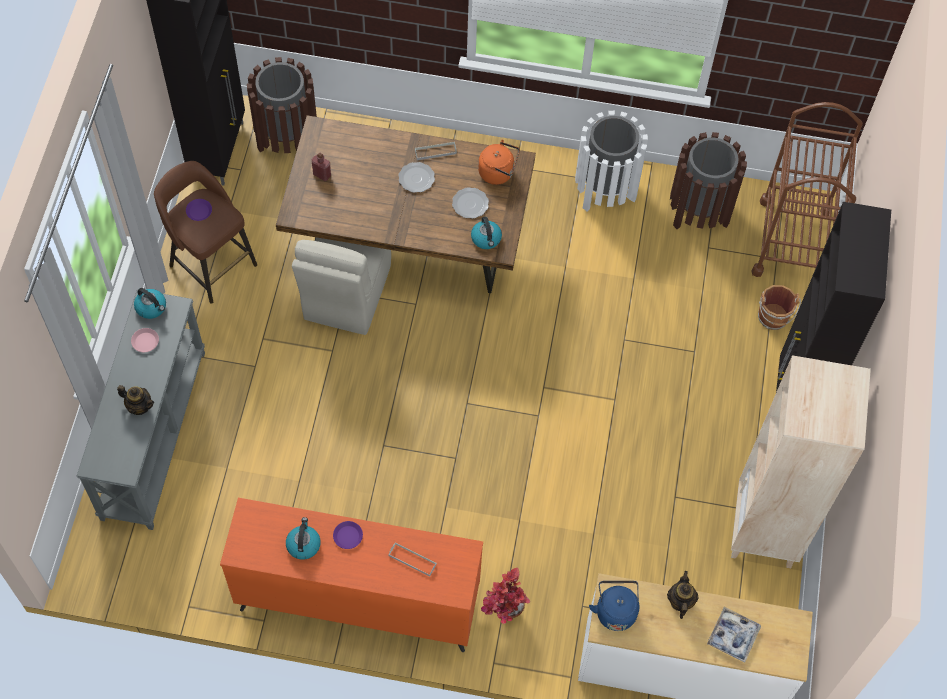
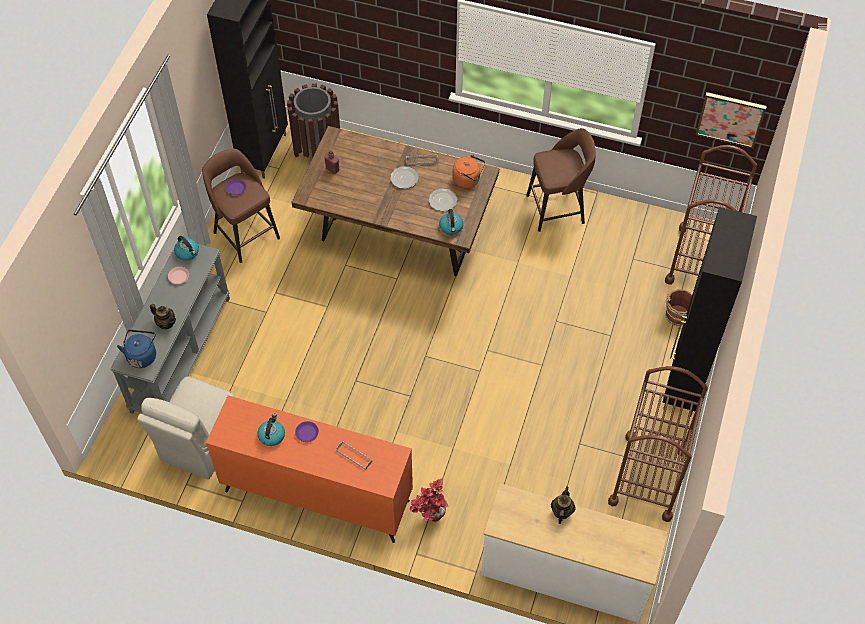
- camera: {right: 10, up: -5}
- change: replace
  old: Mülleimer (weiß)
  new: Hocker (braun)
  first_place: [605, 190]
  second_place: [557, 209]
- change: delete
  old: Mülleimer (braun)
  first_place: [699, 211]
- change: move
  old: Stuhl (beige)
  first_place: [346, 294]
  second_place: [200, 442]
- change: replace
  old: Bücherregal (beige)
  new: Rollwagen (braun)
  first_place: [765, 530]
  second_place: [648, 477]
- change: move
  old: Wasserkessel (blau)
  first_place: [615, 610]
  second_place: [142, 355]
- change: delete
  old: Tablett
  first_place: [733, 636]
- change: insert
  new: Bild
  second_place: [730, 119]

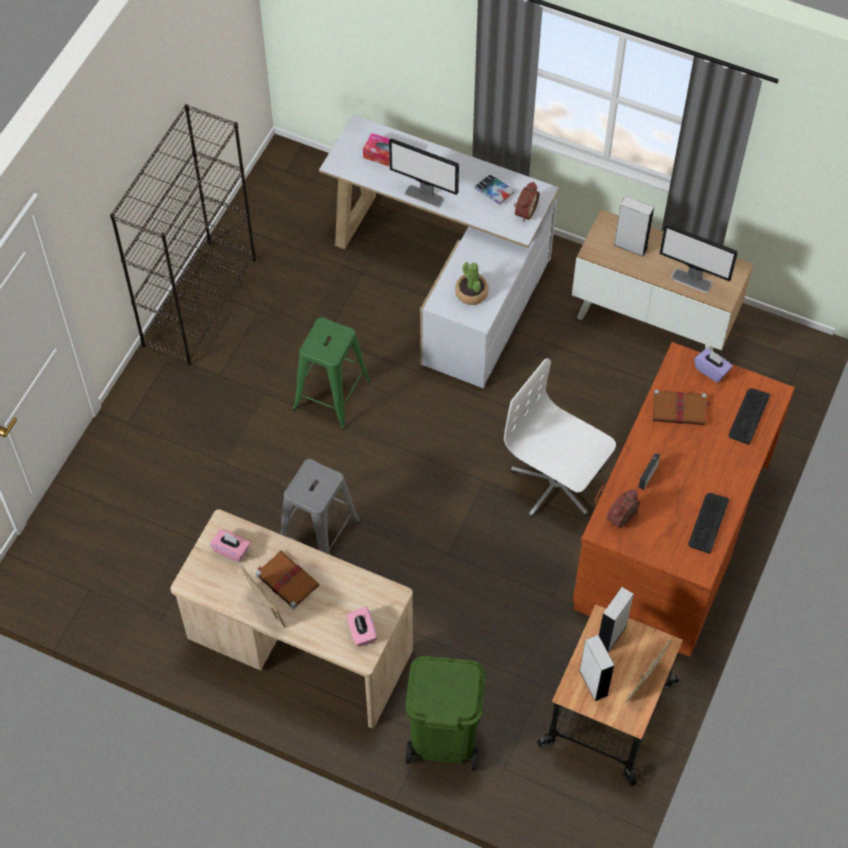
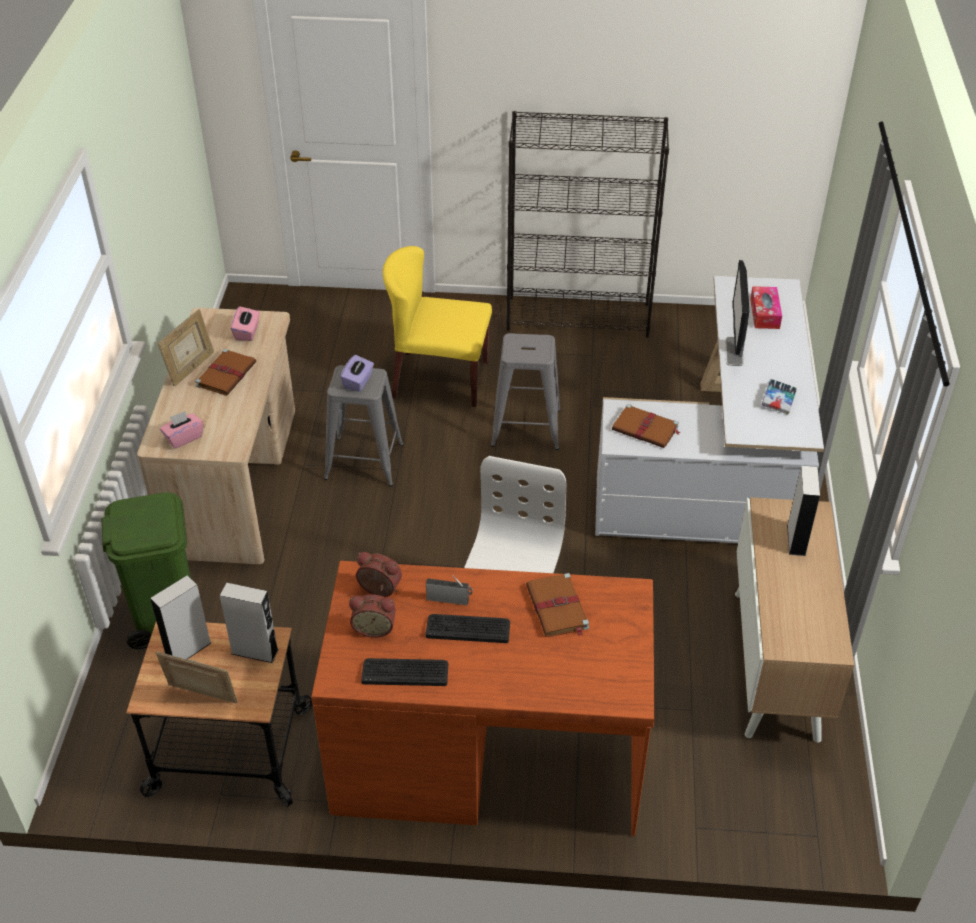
- camera: {right: 70, up: -15}
- change: move
  old: Wecker
  first_place: [524, 211]
  second_place: [374, 627]
- change: delete
  old: Monitor
  first_place: [692, 280]
- change: replace
  old: Topfpflanze
  new: Buch (braun)
  first_place: [471, 293]
  second_place: [646, 429]
- change: recolor
  old: Hocker (grün)
  new: Hocker (grau)
  first_place: [331, 394]
  second_place: [526, 428]
- change: move
  old: Taschentuchbox (lila)
  first_place: [711, 370]
  second_place: [358, 381]
- change: move
  old: Tastatur
  first_place: [748, 416]
  second_place: [468, 628]
- change: insert
  new: Stuhl (gelb)
  second_place: [439, 379]

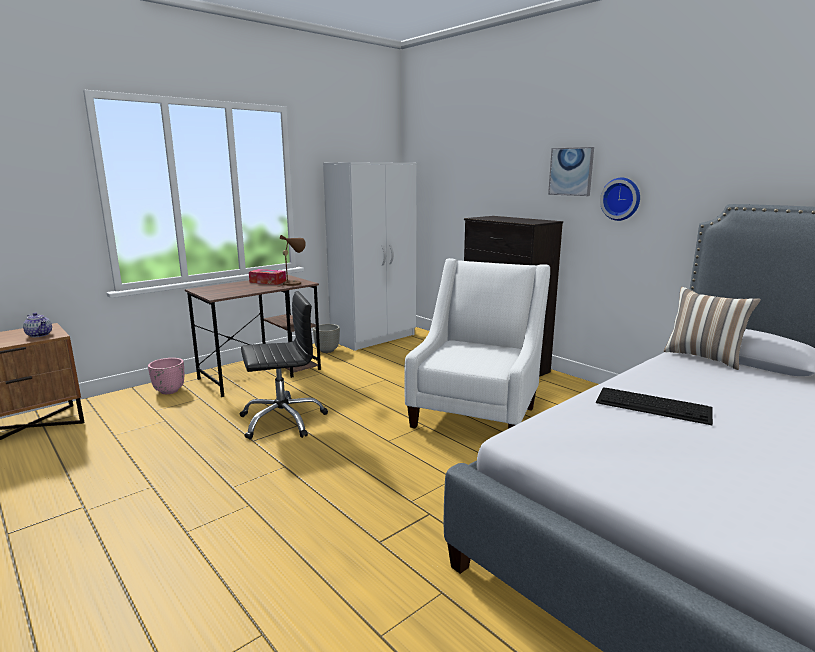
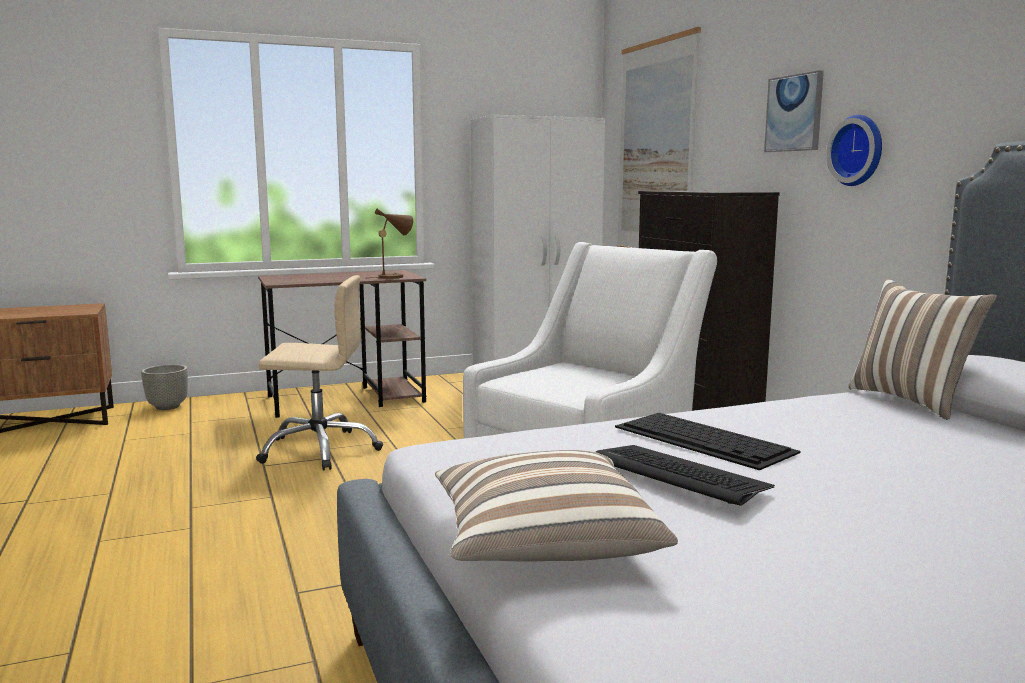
- camera: {right: 20, up: -5}
- change: delete
  old: Taschentuchbox
  first_place: [267, 282]
- change: recolor
  old: Bürostuhl (schwarz)
  new: Bürostuhl (beige)
  first_place: [282, 420]
  second_place: [320, 449]
- change: delete
  old: Teekanne
  first_place: [40, 335]
- change: move
  old: Pflanzkübel (grau)
  first_place: [327, 351]
  second_place: [167, 407]
- change: delete
  old: Pflanzkübel (rosa)
  first_place: [169, 391]
- change: insert
  new: Bild
  second_place: [655, 149]
- change: insert
  new: Tastatur
  second_place: [678, 475]
- change: insert
  new: Kissen
  second_place: [543, 544]

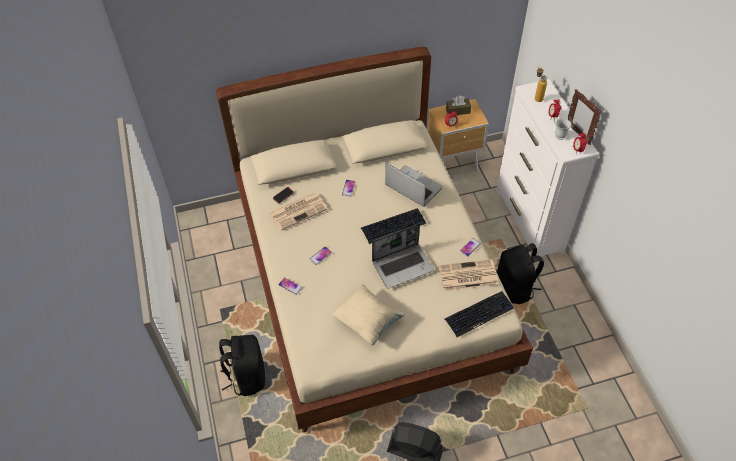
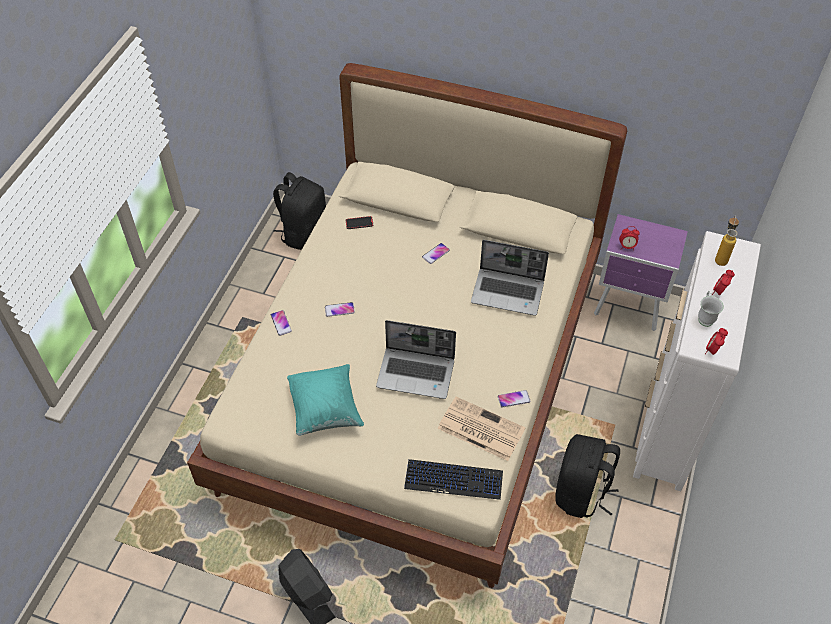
- camera: {right: 35, up: 0}
- change: delete
  old: Bilderrahmen
  first_place: [578, 134]
- change: delete
  old: Taschentuchbox (braun)
  first_place: [458, 110]
- change: recolor
  old: Nachttisch (braun)
  new: Nachttisch (lila)
  first_place: [454, 166]
  second_place: [630, 308]
- change: rotate
  old: Laptop
  first_place: [412, 187]
  second_place: [508, 292]
  degrees: 120
- change: delete
  old: Zeitung
  first_place: [298, 211]
- change: delete
  old: Tastatur
  first_place: [393, 226]
- change: recolor
  old: Kissen (beige)
  new: Kissen (türkis)
  first_place: [368, 322]
  second_place: [325, 410]
- change: move
  old: Rucksack (schwarz)
  first_place: [247, 376]
  second_place: [303, 233]

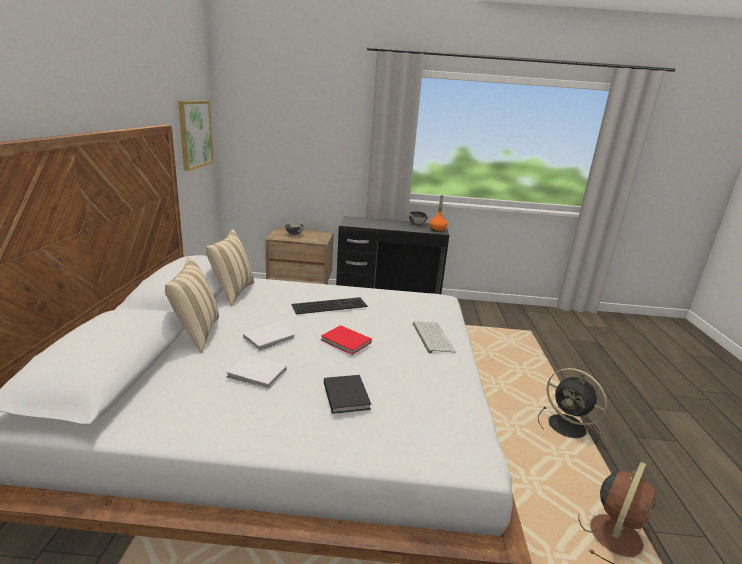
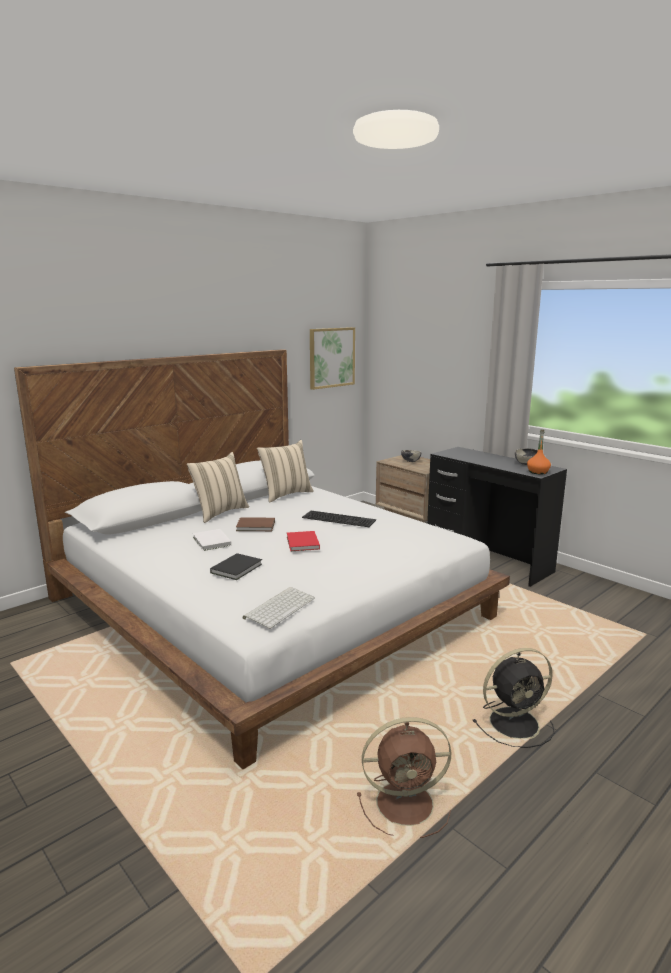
- camera: {right: 45, up: -5}
- change: move
  old: Tastatur
  first_place: [431, 337]
  second_place: [279, 607]
- change: recolor
  old: Buch (weiß)
  new: Buch (braun)
  first_place: [270, 338]
  second_place: [256, 526]
- change: rotate
  old: Ventilator (schwarz)
  first_place: [568, 427]
  second_place: [516, 723]
  degrees: -105

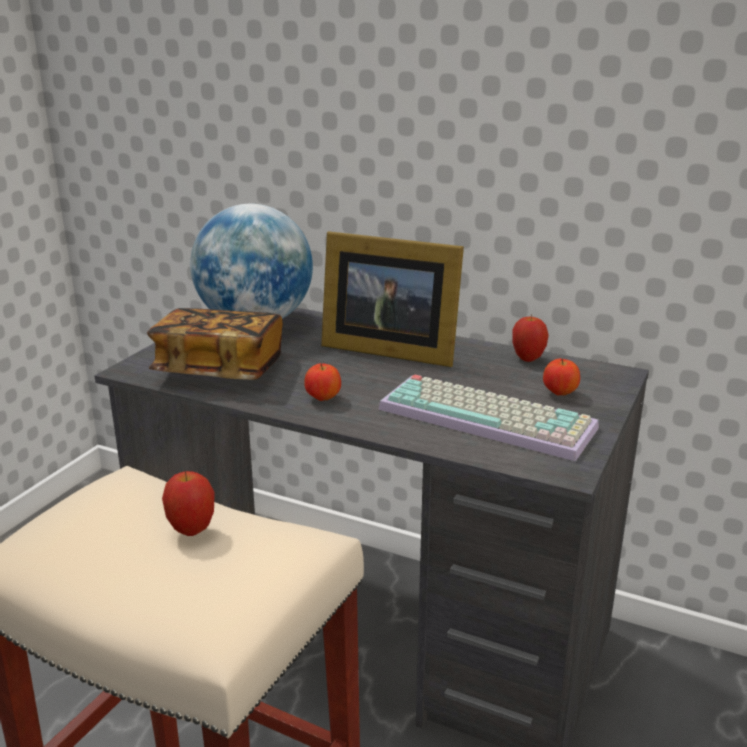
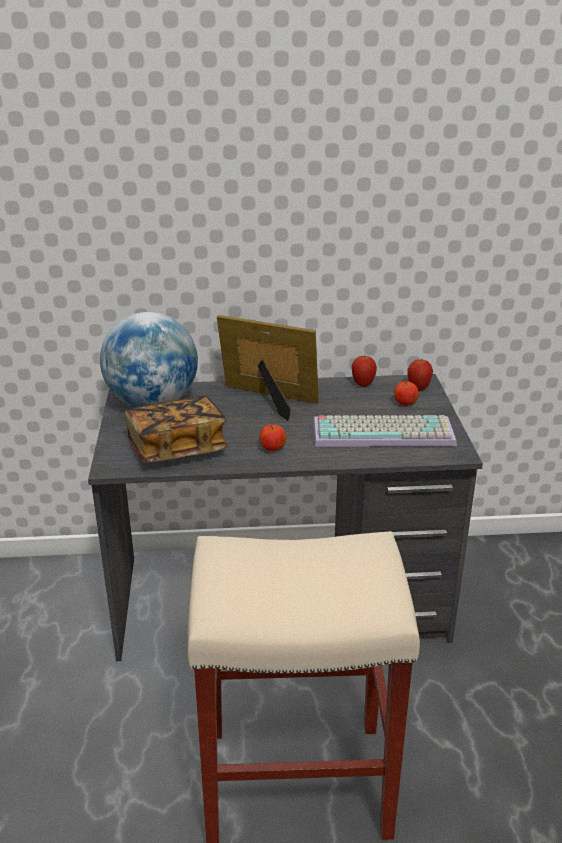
- camera: {right: -30, up: 5}
- change: rotate
  old: Bilderrahmen
  first_place: [387, 349]
  second_place: [269, 400]
  degrees: -150
- change: move
  old: Apfel
  first_place: [192, 530]
  second_place: [418, 388]

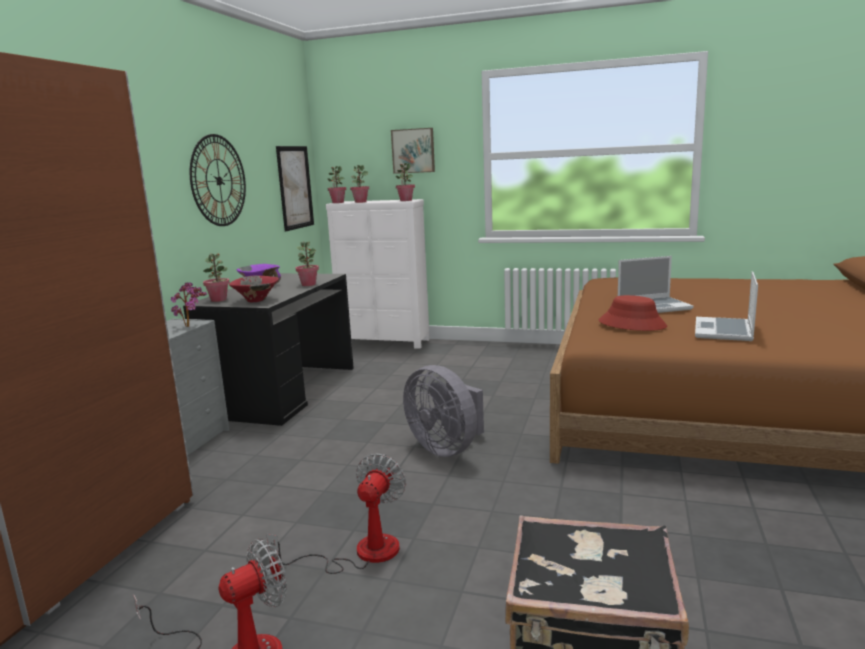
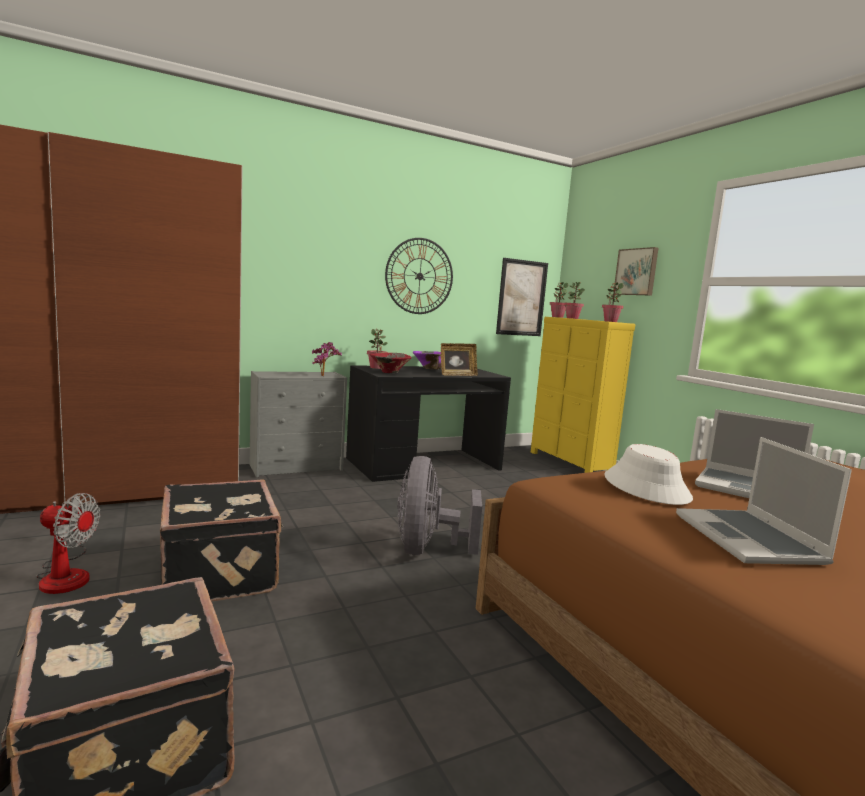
- camera: {right: 45, up: -5}
- change: recolor
  old: Kommode (weiß)
  new: Kommode (gelb)
  first_place: [384, 342]
  second_place: [569, 463]
- change: replace
  old: Topfpflanze
  new: Bilderrahmen
  first_place: [308, 284]
  second_place: [457, 375]
- change: rotate
  old: Laptop
  first_place: [724, 331]
  second_place: [750, 540]
  degrees: -75
- change: recolor
  old: Hut (rot)
  new: Hut (weiß)
  first_place: [632, 324]
  second_place: [646, 487]
- change: replace
  old: Ventilator
  new: Koffer (schwarz)
  first_place: [361, 553]
  second_place: [221, 572]

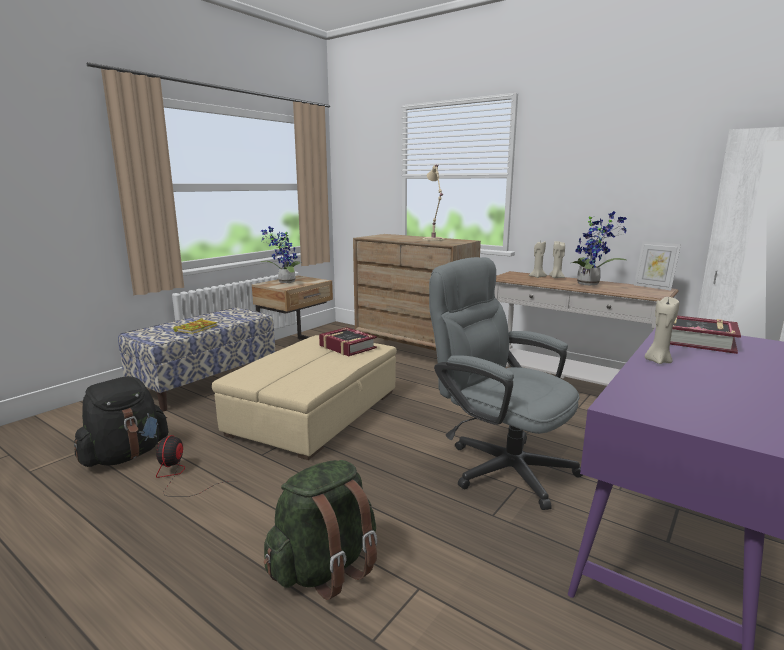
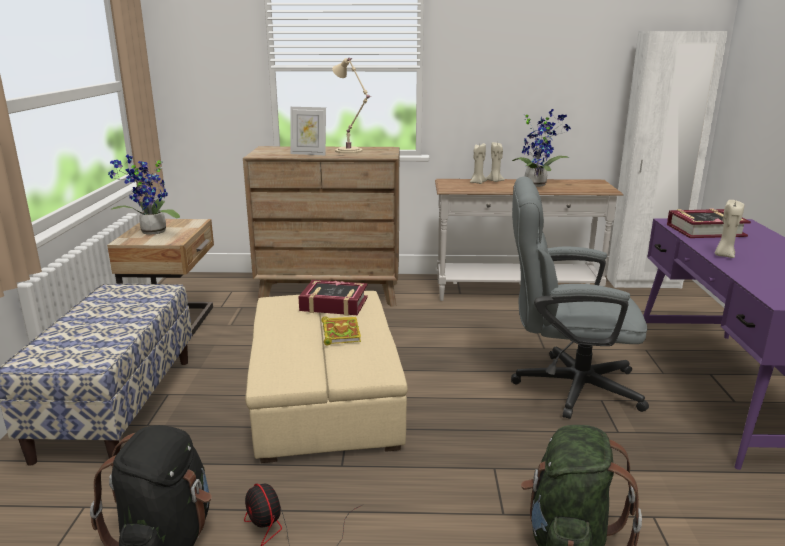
- camera: {right: -35, up: 5}
- change: move
  old: Bilderrahmen
  first_place: [653, 287]
  second_place: [309, 154]
- change: move
  old: Buch
  first_place: [197, 328]
  second_place: [340, 332]

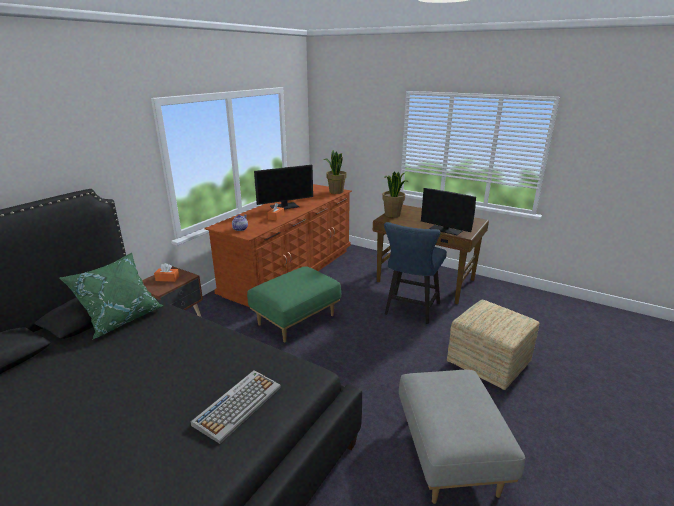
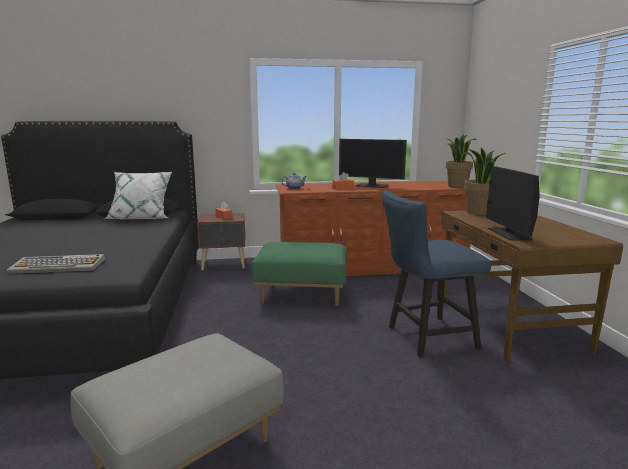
- camera: {right: 50, up: -10}
- change: recolor
  old: Kissen (grün)
  new: Kissen (weiß)
  first_place: [121, 318]
  second_place: [141, 218]
- change: delete
  old: Polsterhocker
  first_place: [489, 364]

